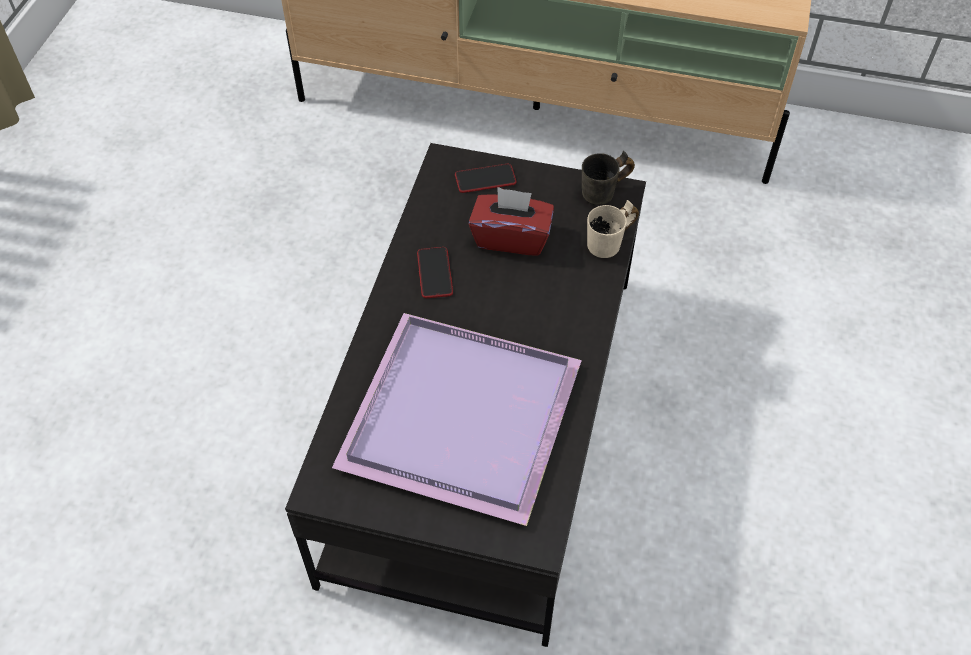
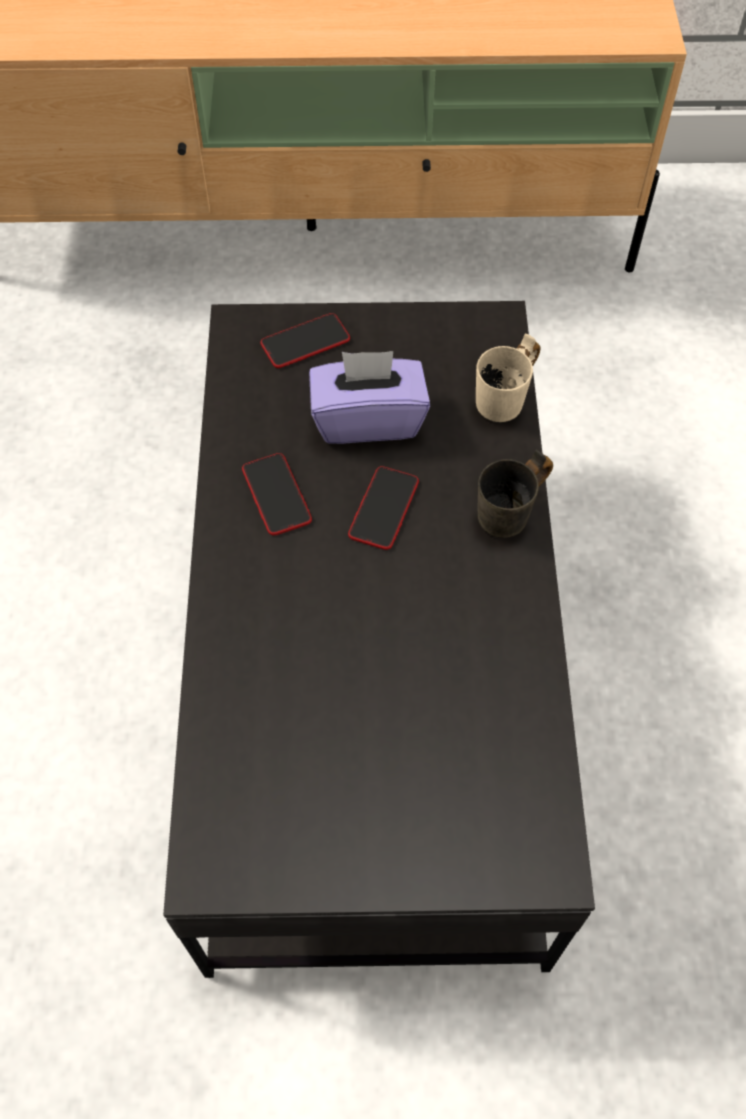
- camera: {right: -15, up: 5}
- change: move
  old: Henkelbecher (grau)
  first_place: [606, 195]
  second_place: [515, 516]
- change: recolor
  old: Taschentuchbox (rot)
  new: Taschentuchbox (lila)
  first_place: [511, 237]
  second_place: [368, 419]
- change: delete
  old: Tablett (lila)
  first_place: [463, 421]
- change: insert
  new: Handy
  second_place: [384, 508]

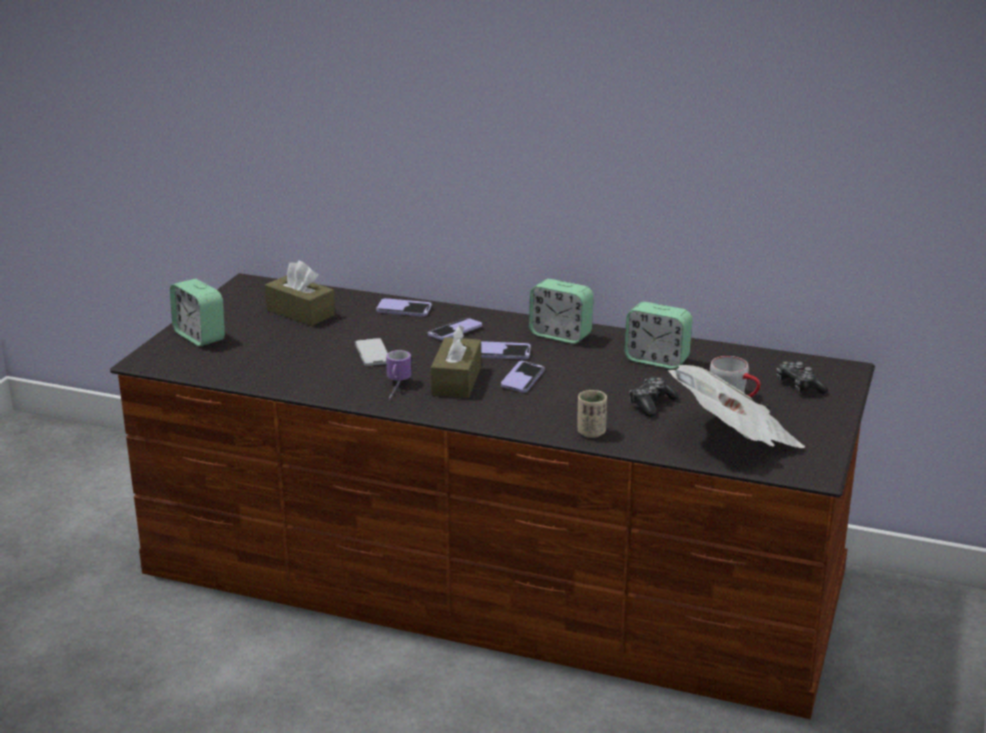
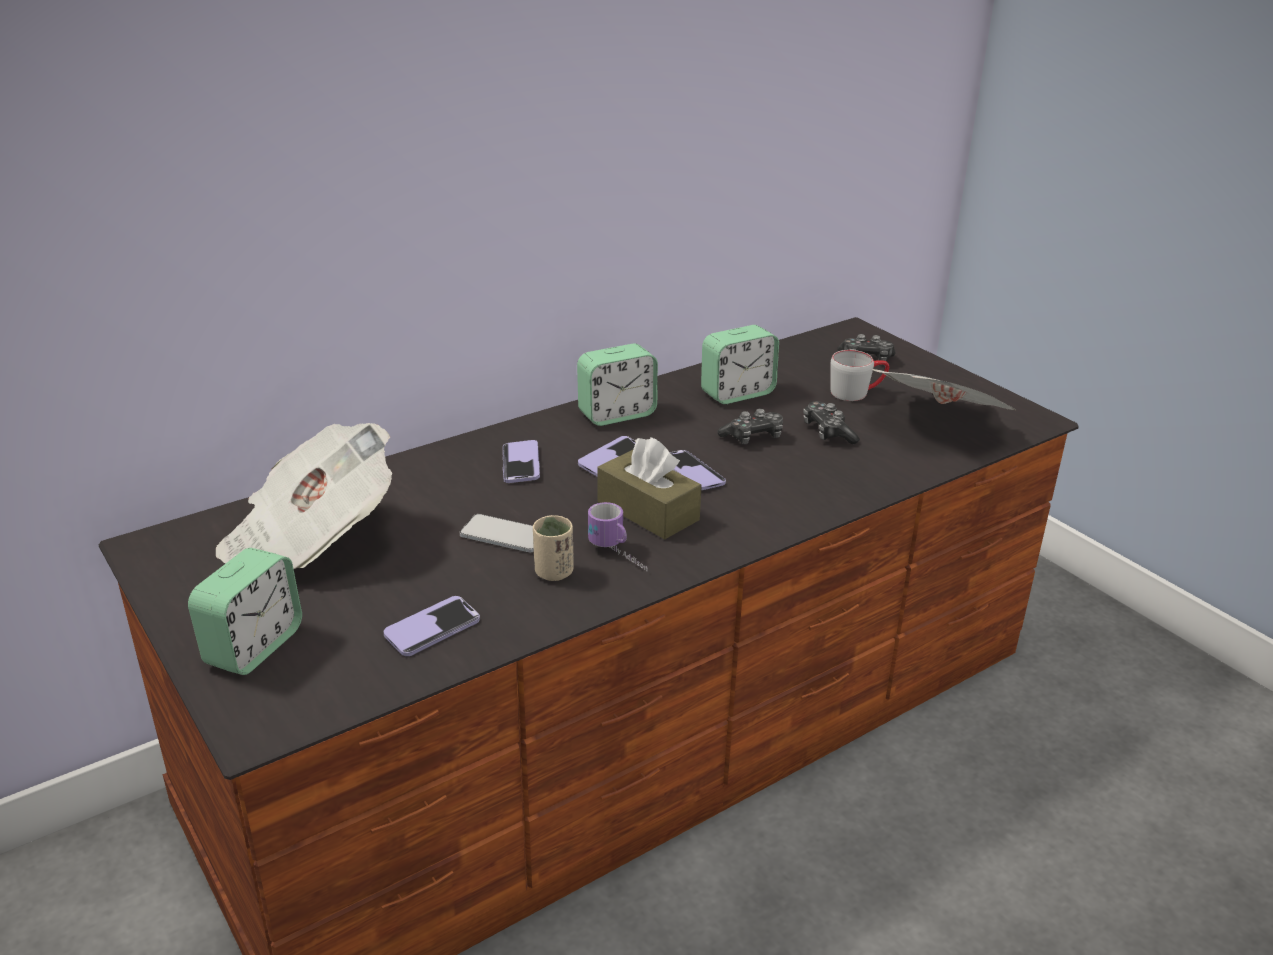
- camera: {right: -55, up: 5}
- change: replace
  old: Taschentuchbox (braun)
  new: Zeitung
  first_place: [300, 312]
  second_place: [310, 540]
- change: rotate
  old: Wecker
  first_place: [199, 336]
  second_place: [254, 647]
  degrees: -60
- change: move
  old: Handy
  first_place: [404, 309]
  second_place: [432, 628]
- change: move
  old: Tasse (beige)
  first_place: [591, 432]
  second_place: [553, 572]
- change: insert
  new: Gamepad
  second_place: [753, 437]

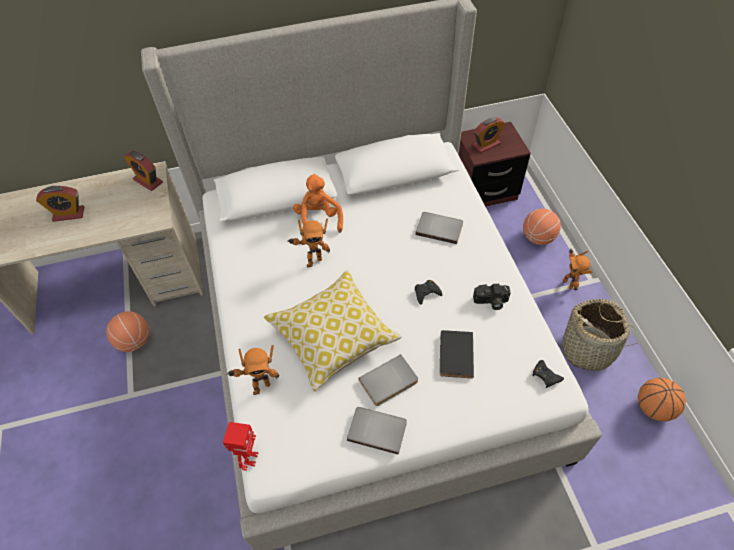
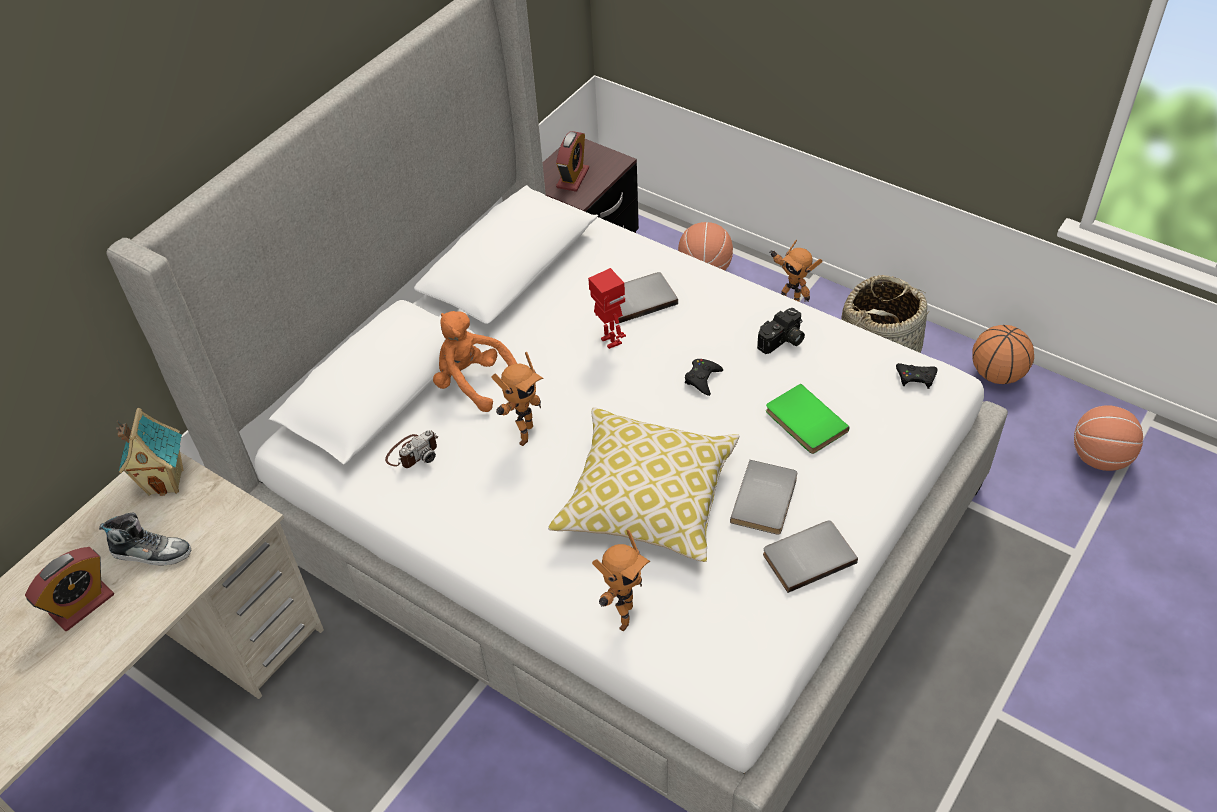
- camera: {right: -40, up: -5}
- change: replace
  old: Wecker
  new: Spielzeughaus
  first_place: [148, 181]
  second_place: [166, 481]
- change: move
  old: Basketball
  first_place: [134, 341]
  second_place: [1099, 457]
- change: recolor
  old: Buch (schwarz)
  new: Buch (grün)
  first_place: [454, 355]
  second_place: [804, 422]
- change: move
  old: Spielzeugroboter
  first_place: [250, 458]
  second_place: [610, 341]
- change: insert
  new: Kamera
  second_place: [413, 452]
- change: insert
  new: Schuh
  second_place: [151, 552]

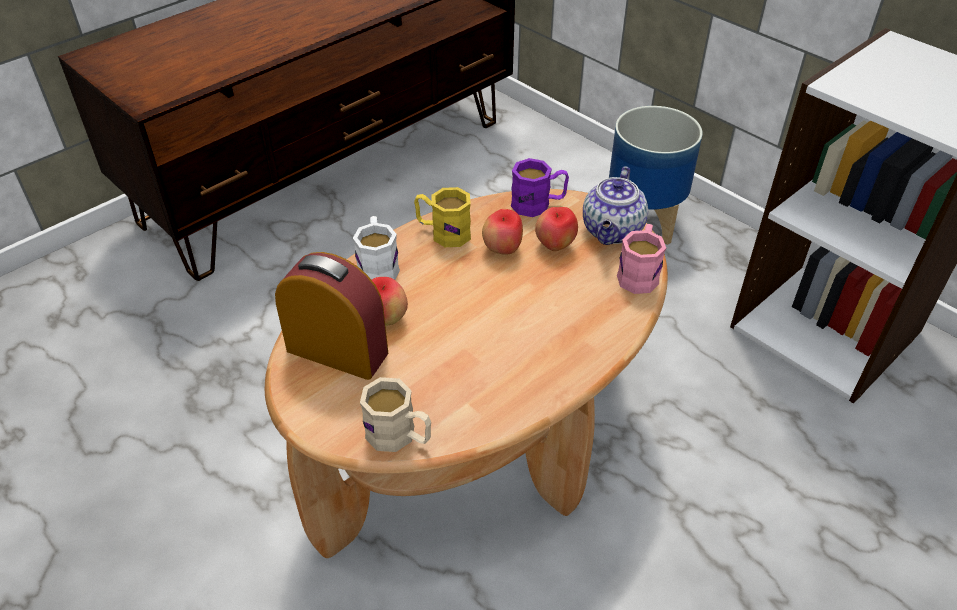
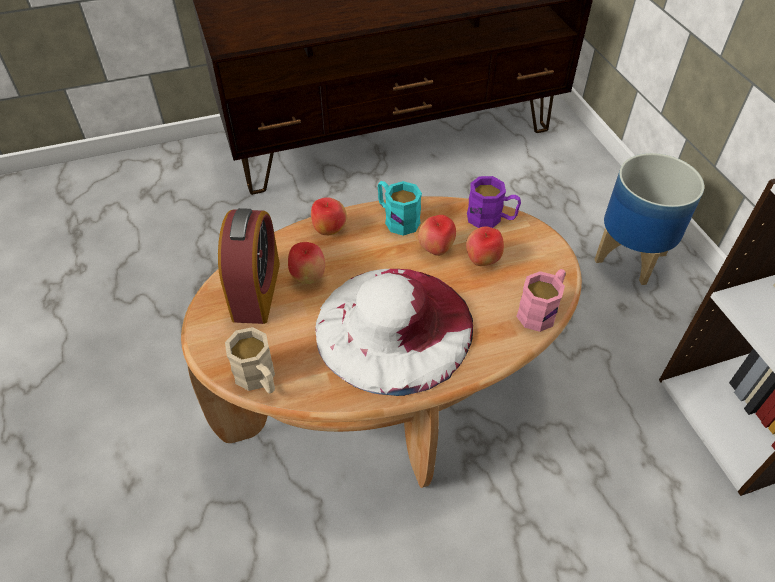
- camera: {right: 25, up: 5}
- change: delete
  old: Teekanne
  first_place: [612, 232]
- change: recolor
  old: Henkelbecher (gelb)
  new: Henkelbecher (türkis)
  first_place: [443, 233]
  second_place: [397, 219]
- change: replace
  old: Henkelbecher (weiß)
  new: Apfel
  first_place: [378, 265]
  second_place: [329, 230]
- change: rotate
  old: Wecker
  first_place: [337, 351]
  second_place: [256, 291]
  degrees: 45
- change: insert
  new: Hut (weiß)
  second_place: [394, 327]

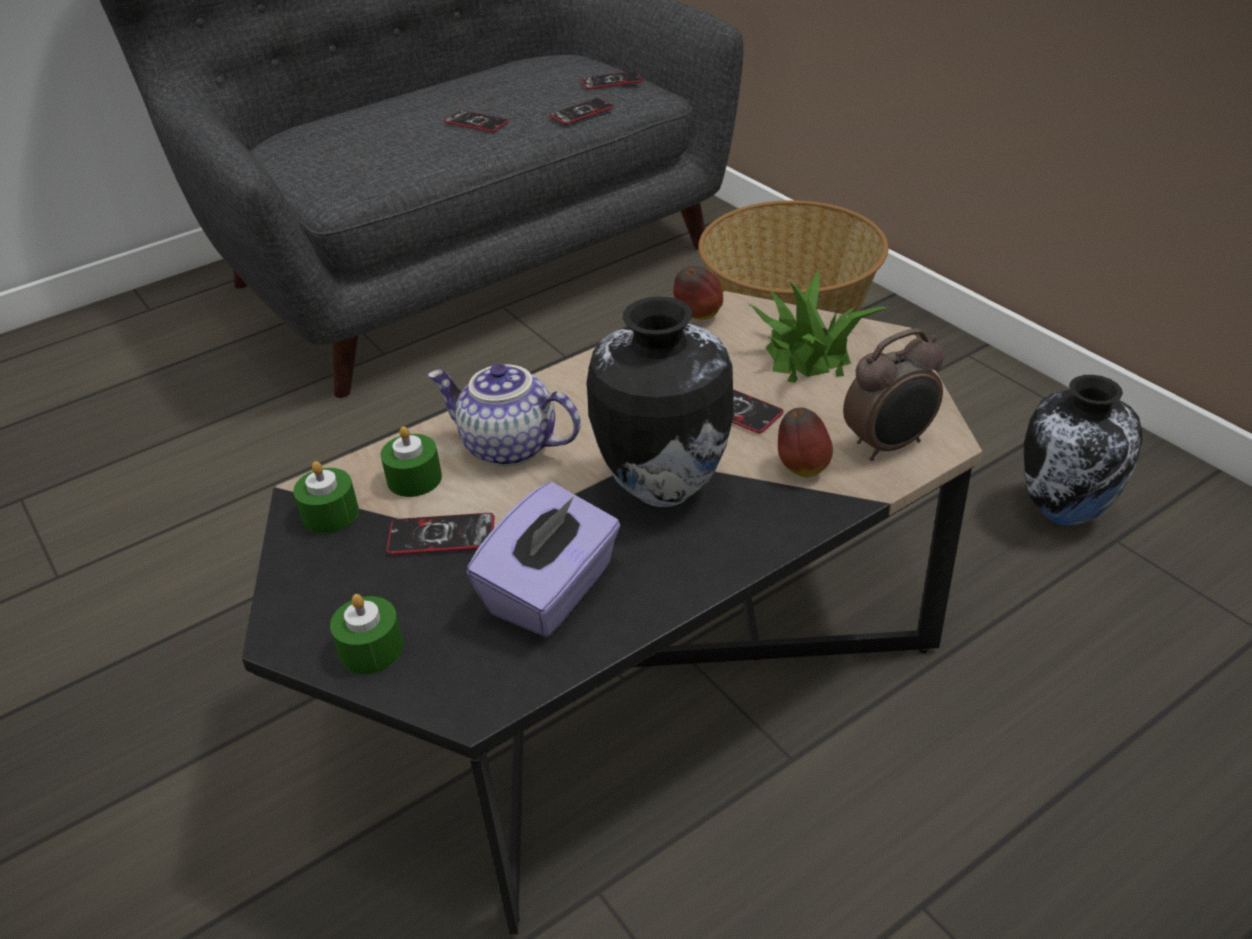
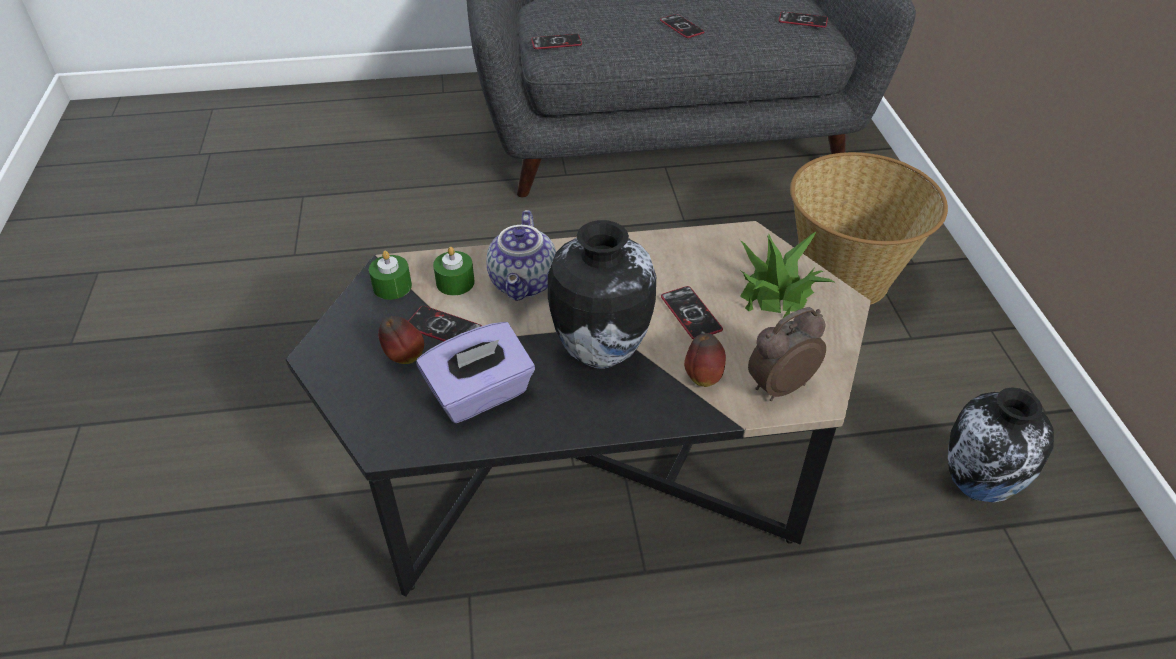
- camera: {right: 25, up: 5}
- change: move
  old: Handy
  first_place: [582, 113]
  second_place: [556, 42]
- change: move
  old: Apfel
  first_place: [698, 317]
  second_place: [404, 357]
- change: rotate
  old: Wecker
  first_place: [890, 445]
  second_place: [778, 386]
  degrees: 150
- change: rotate
  old: Teekanne
  first_place: [507, 447]
  second_place: [525, 283]
  degrees: -135
- change: delete
  old: Kerze (grün)
  first_place: [371, 649]

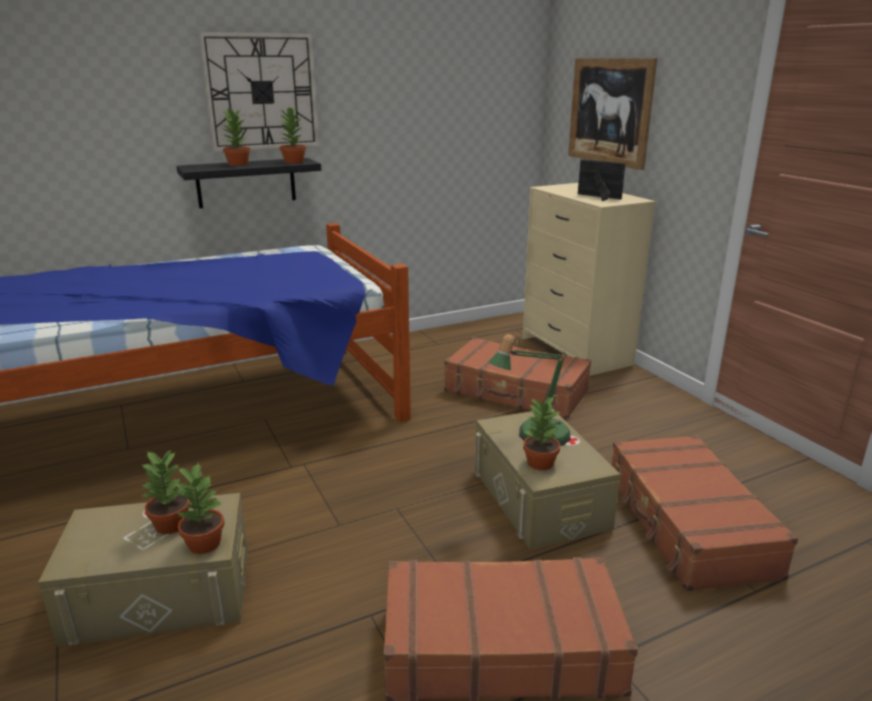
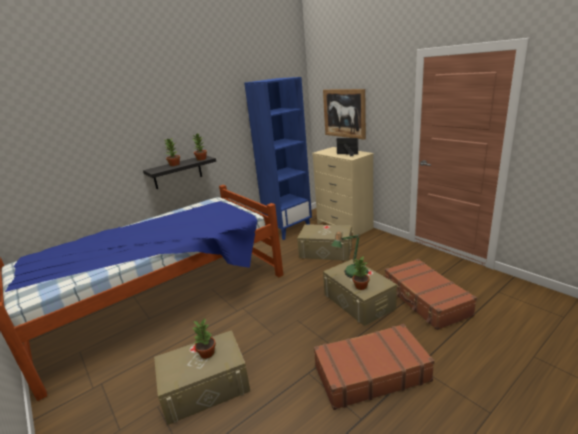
- camera: {right: -10, up: 0}
- change: delete
  old: Wanduhr
  first_place: [262, 92]
- change: replace
  old: Koffer (braun)
  new: Aufbewahrungsbox (beige)
  first_place: [516, 391]
  second_place: [326, 251]
- change: delete
  old: Topfpflanze
  first_place: [204, 543]
- change: insert
  new: Bücherregal (blau)
  second_place: [288, 229]

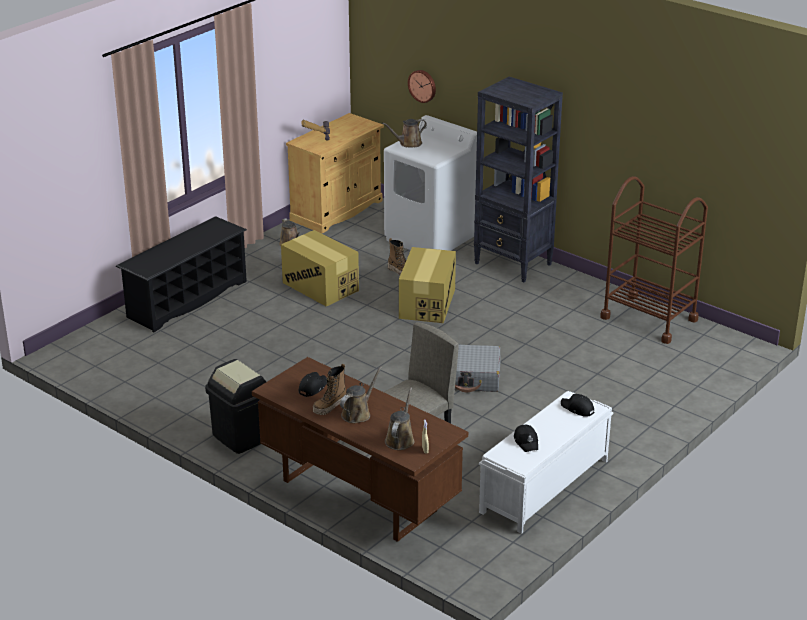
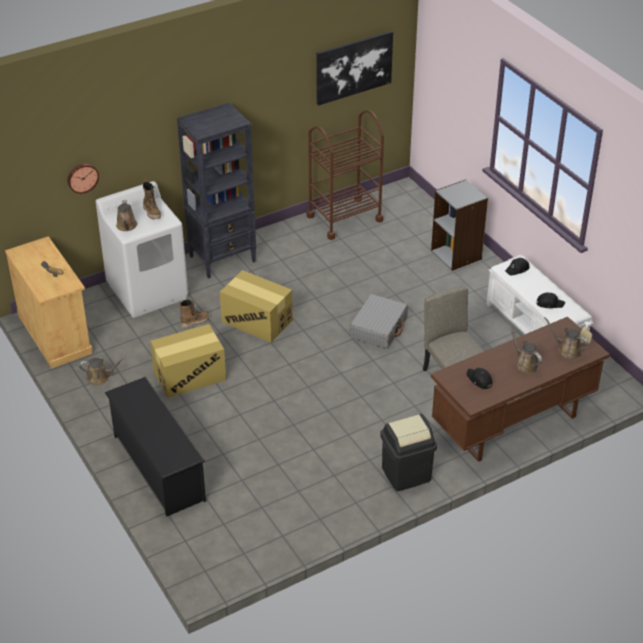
- camera: {right: -70, up: 10}
- change: move
  old: Stiefel
  first_place: [329, 407]
  second_place: [152, 212]
- change: insert
  new: Bild
  second_place: [353, 67]
- change: insert
  new: Bücherregal (grau)
  second_place: [456, 255]

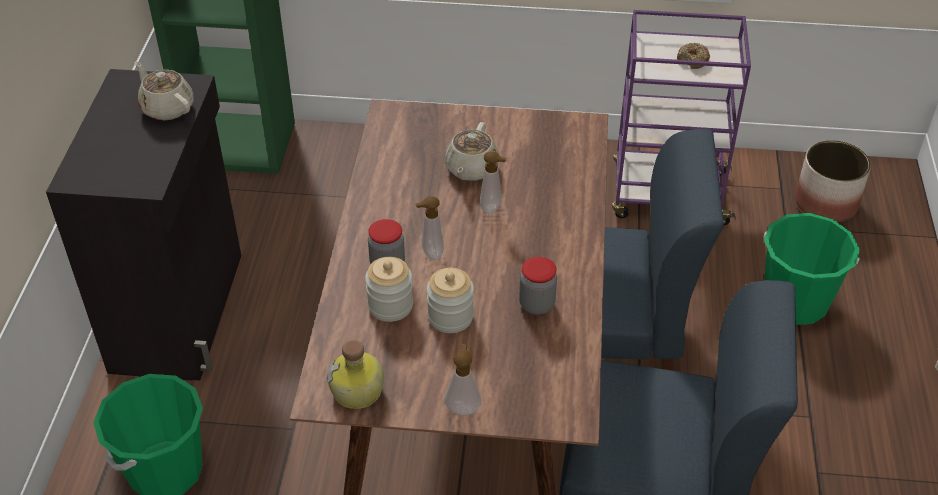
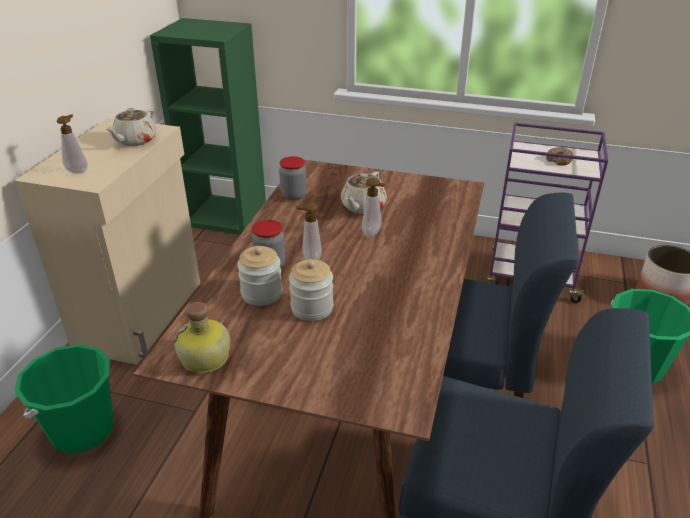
- camera: {right: 10, up: -10}
- change: rotate
  old: Teekanne (beige)
  first_place: [167, 107]
  second_place: [135, 141]
  degrees: -120
- change: recolor
  old: Schrank (schwarz)
  new: Schrank (beige)
  first_place: [181, 311]
  second_place: [143, 314]
- change: move
  old: Vorratsglas
  first_place: [536, 304]
  second_place: [294, 195]
- change: move
  old: Seifenspender
  first_place: [463, 407]
  second_place: [78, 170]

